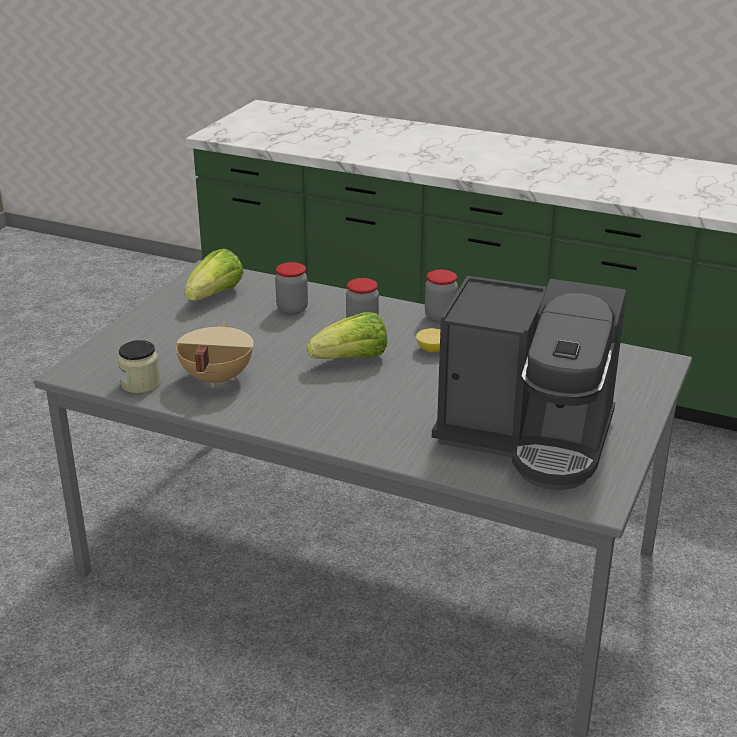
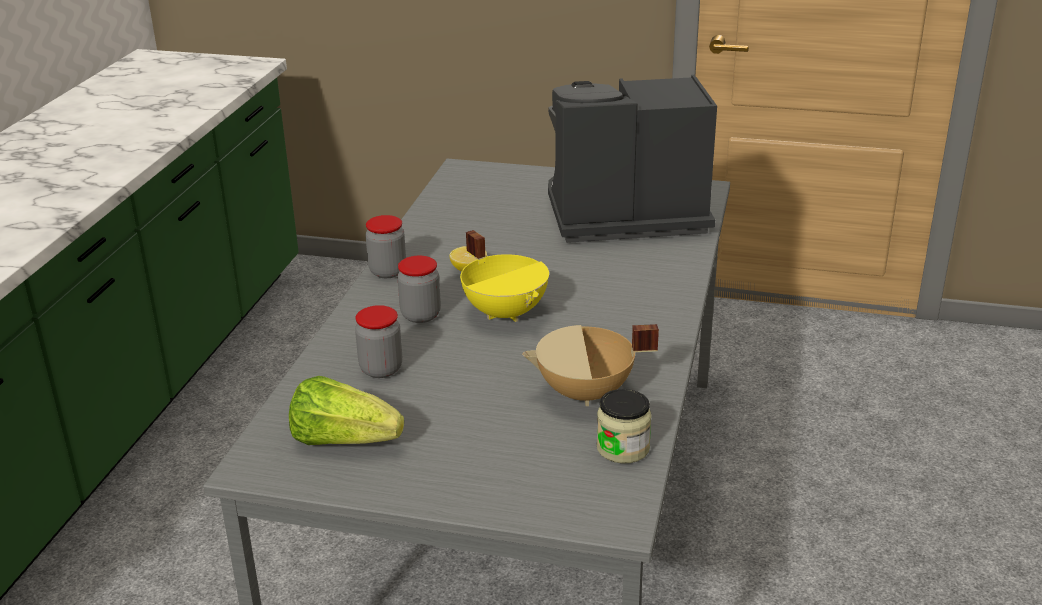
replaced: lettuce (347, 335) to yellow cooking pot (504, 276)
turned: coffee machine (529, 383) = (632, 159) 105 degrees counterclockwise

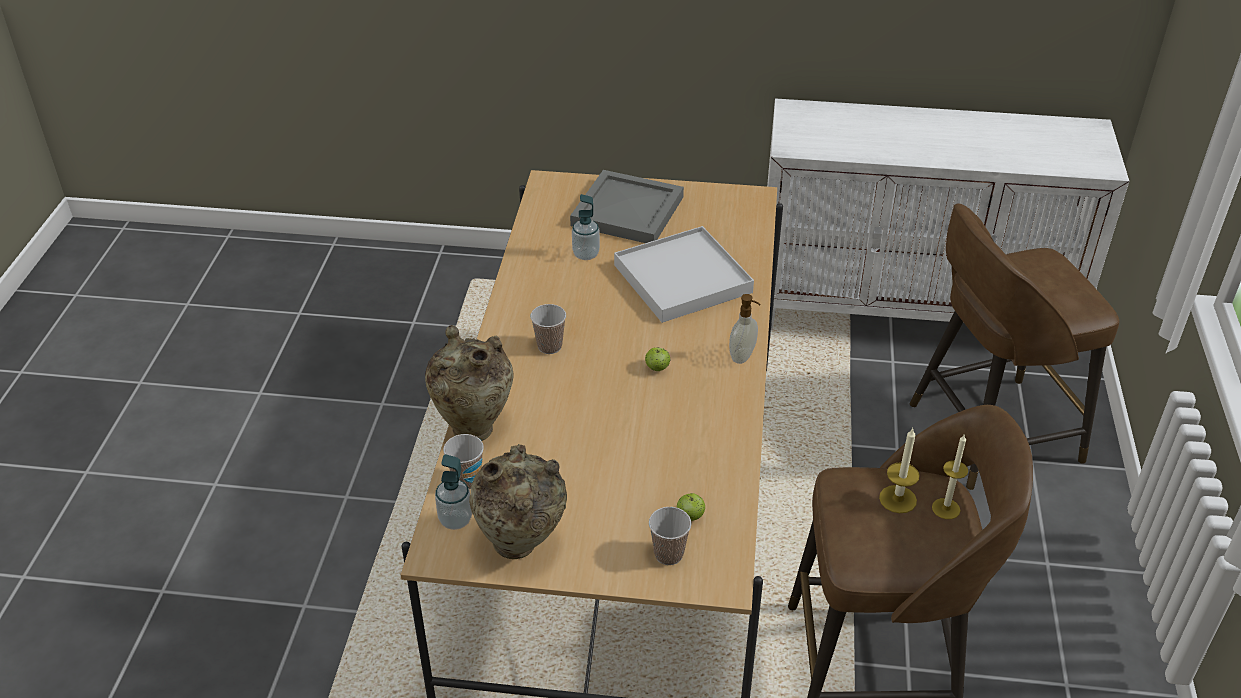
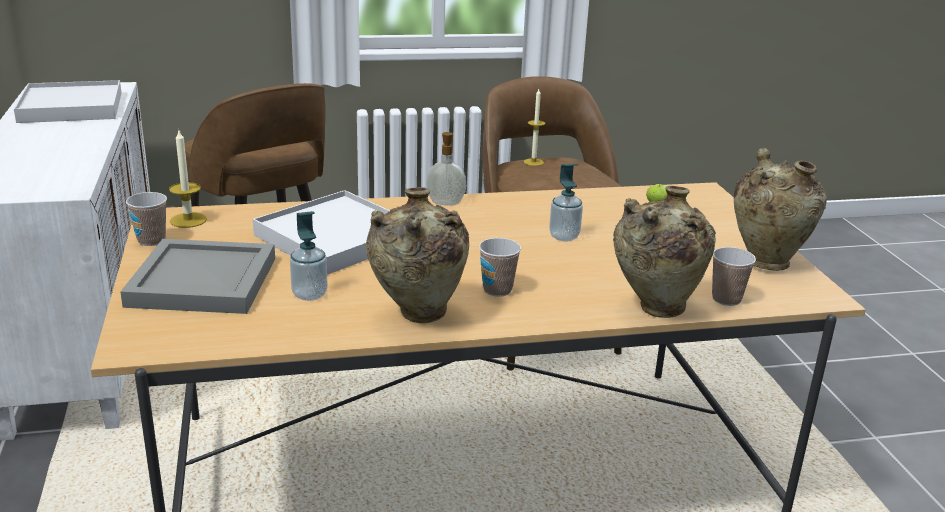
removed: apple (658, 359)
added: white tray (68, 101); beige vase (417, 255)
moved: candle (899, 470) to (188, 179); soap dispenser (453, 492) to (566, 202); cup (670, 536) to (146, 219)

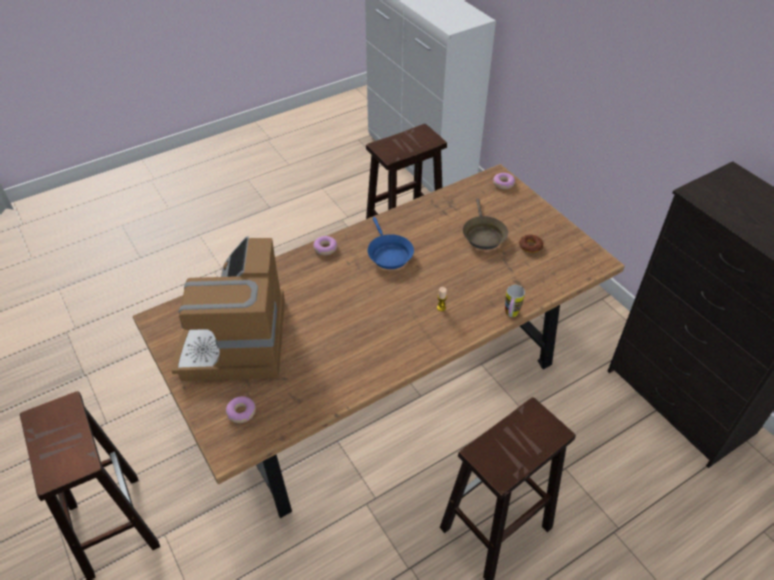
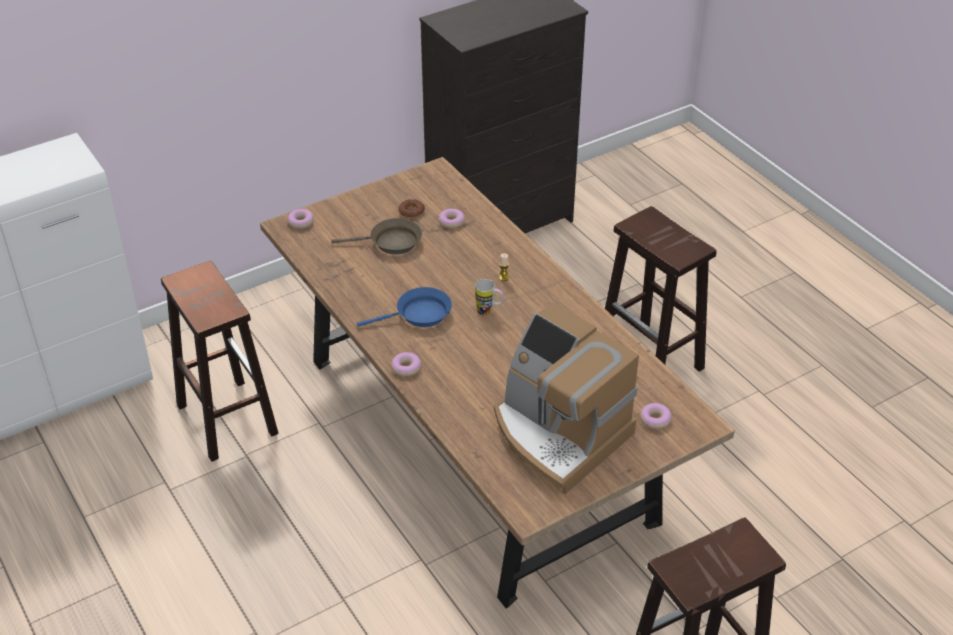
added: donut (452, 218)
moved: mug (515, 301) to (489, 297)
turned: coffee machine (228, 309) = (566, 398) 45 degrees clockwise

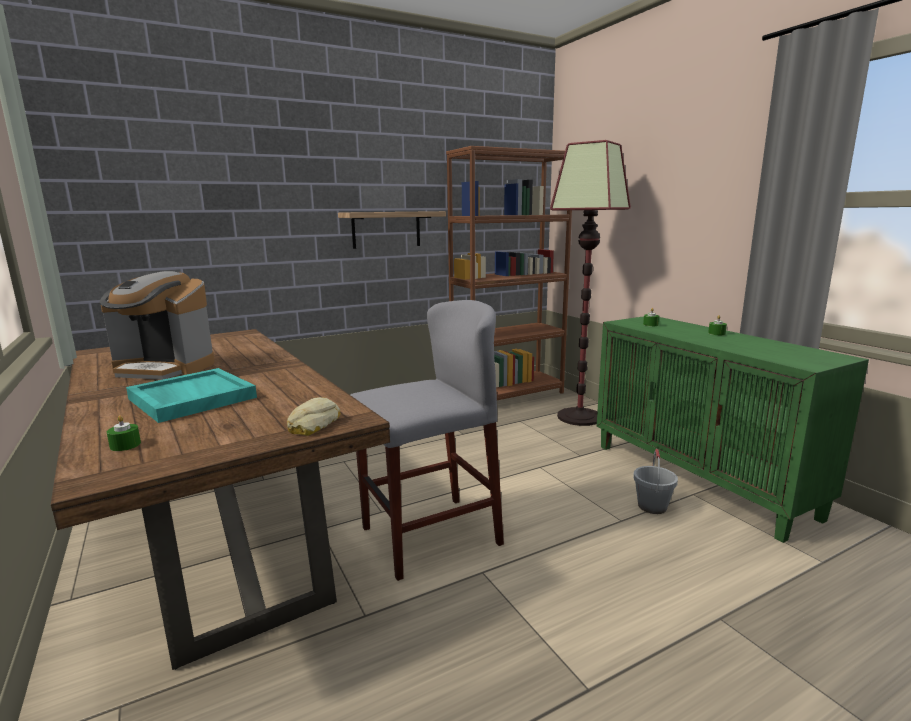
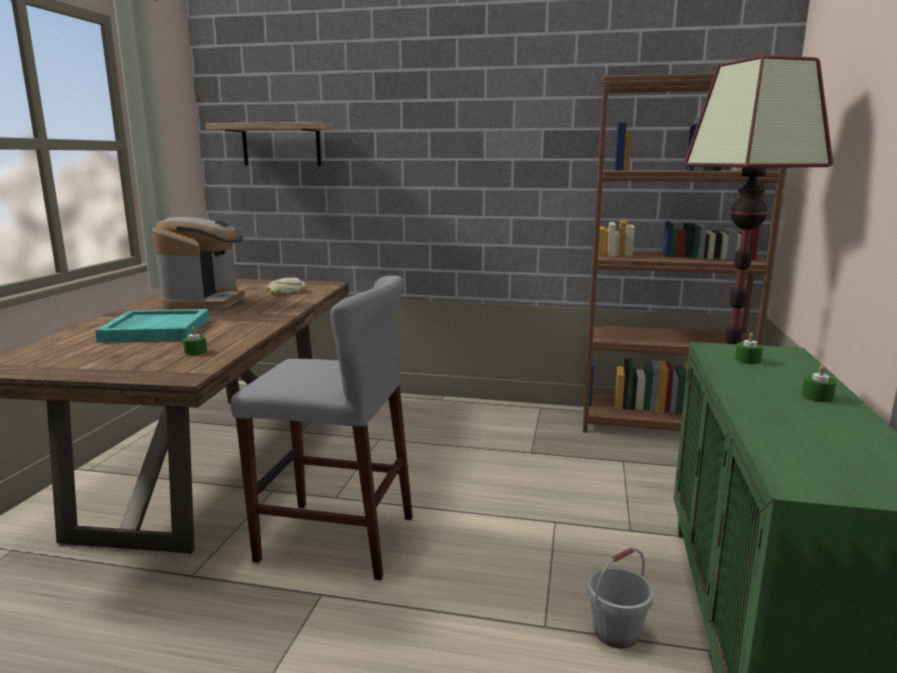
moved: shelf (392, 230) to (269, 144); bread (314, 416) to (286, 286); green candle (124, 433) to (195, 341)
turned: coffee machine (157, 325) = (198, 263) 135 degrees counterclockwise

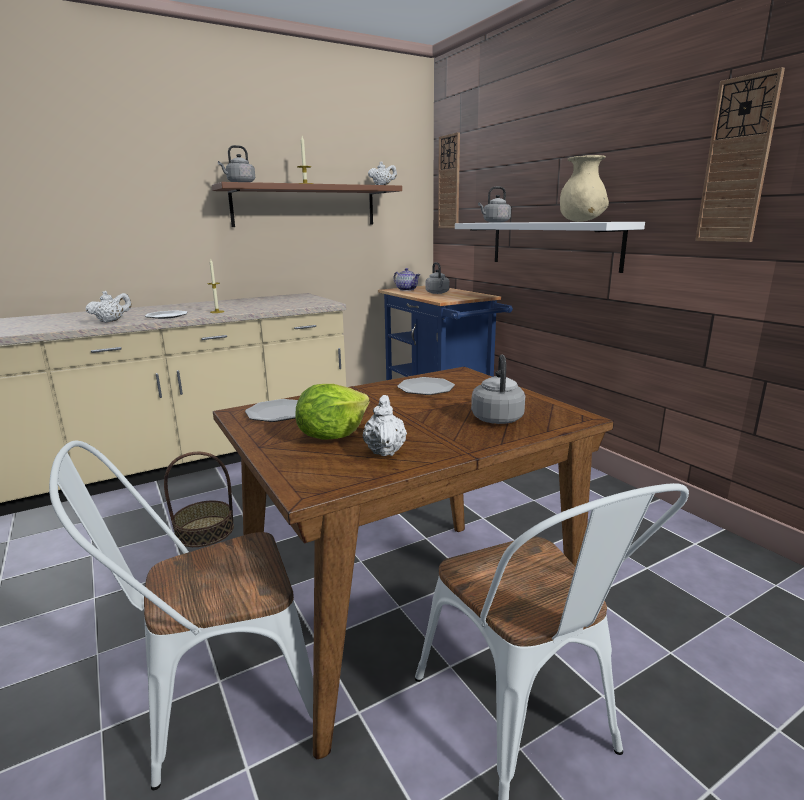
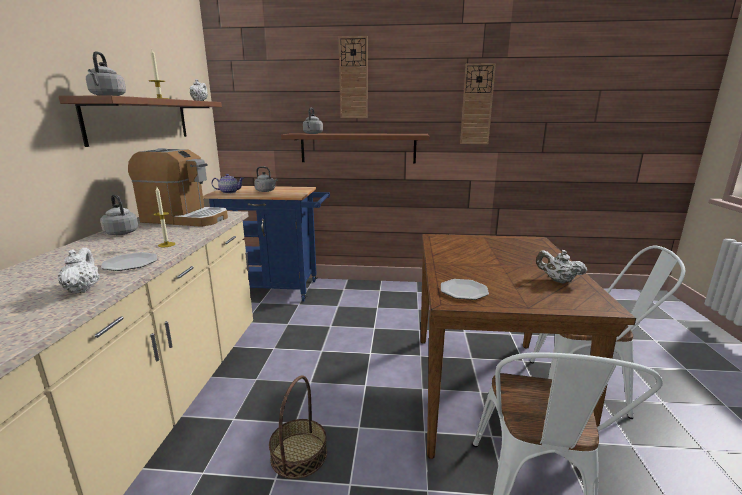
removed: beige vase (584, 188); plate (426, 386); lettuce (332, 412)
added: coffee machine (178, 187)
moved: wall clock (449, 180) to (353, 77); grey kettle (498, 389) to (119, 215)
recoloured: white shelf (550, 247) to brown shelf (355, 148)

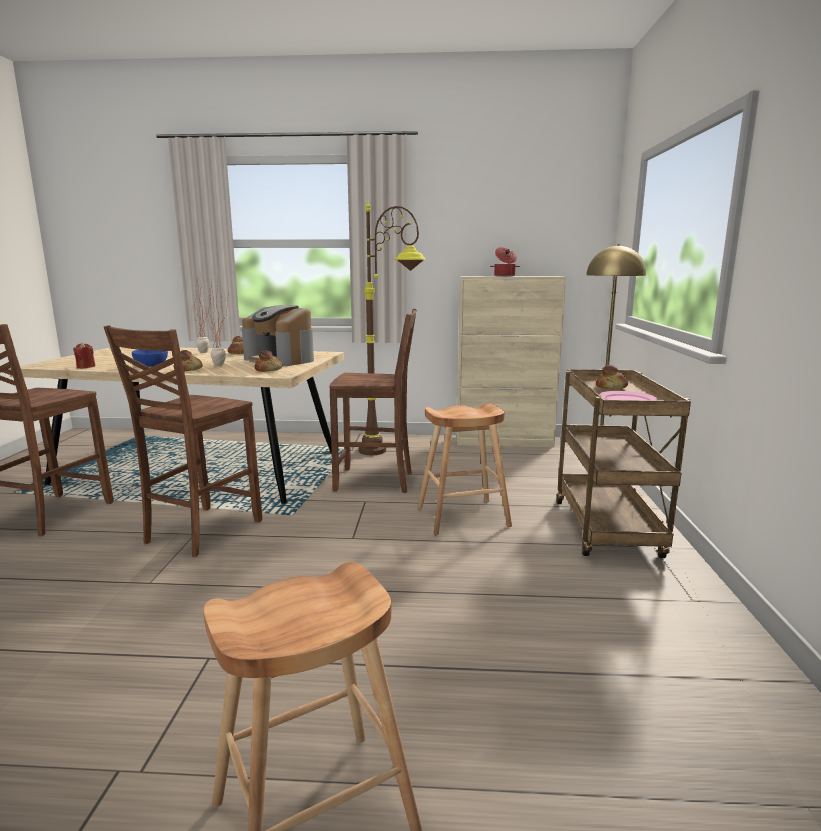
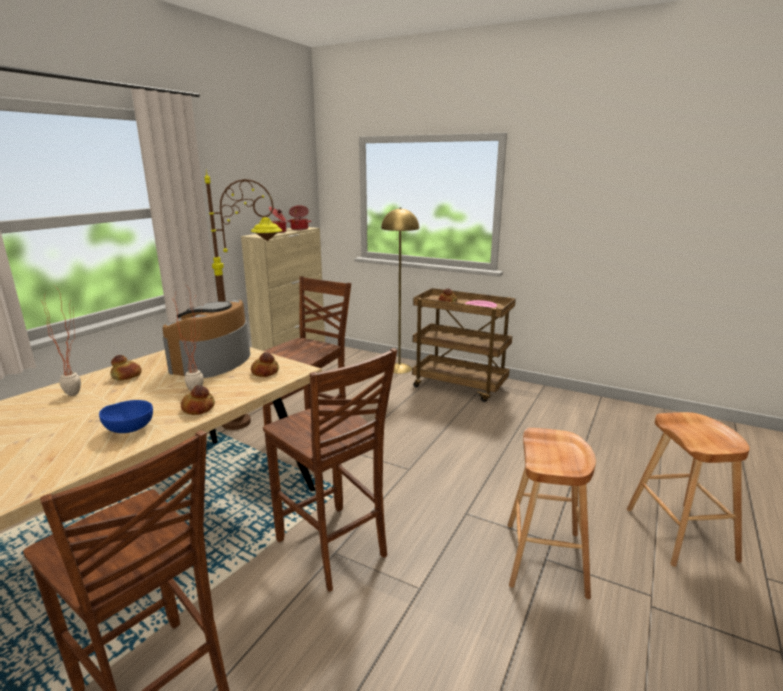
removed: red candle (84, 355)
added: cooking pot (299, 217)
moved: brown stool (465, 469) to (551, 513)
turned: coffee machine (278, 335) = (206, 338) 135 degrees clockwise

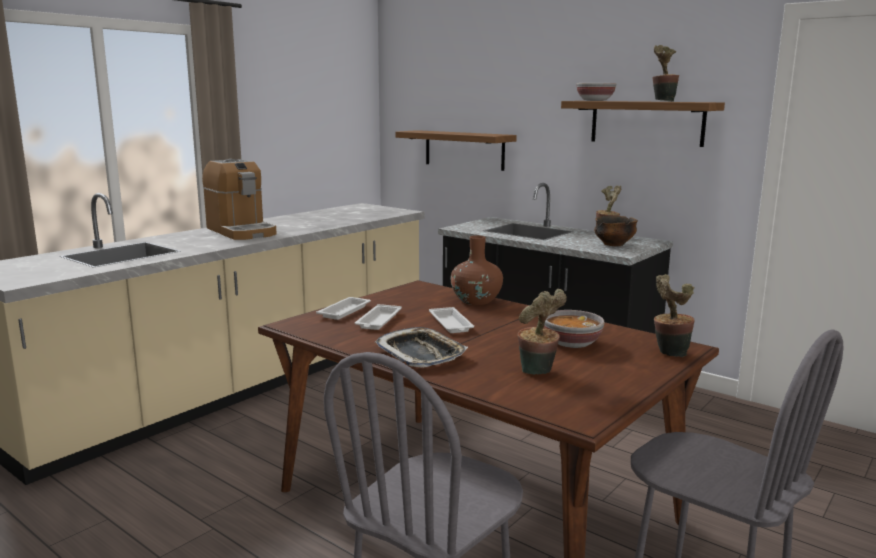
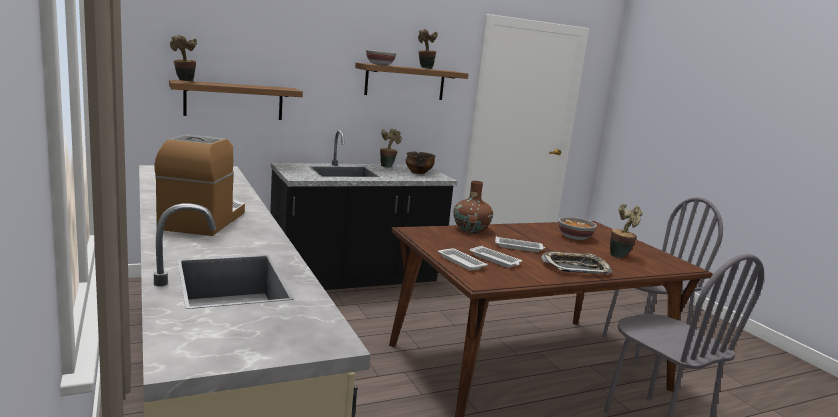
moved: potted plant (674, 315) to (183, 58)
turned: coffee machine (239, 199) = (199, 185) 75 degrees counterclockwise

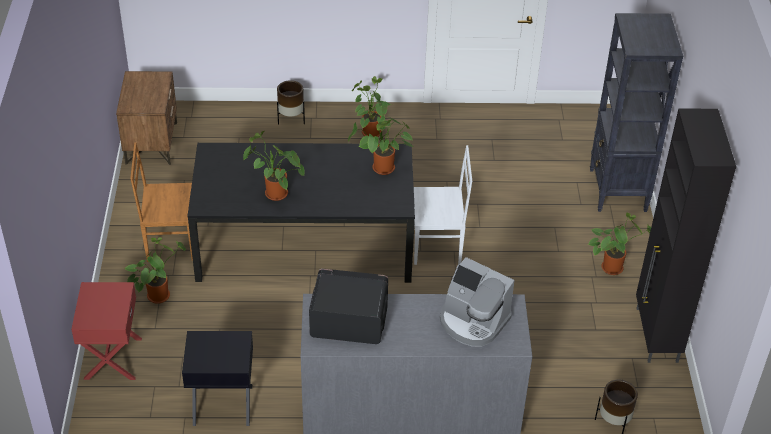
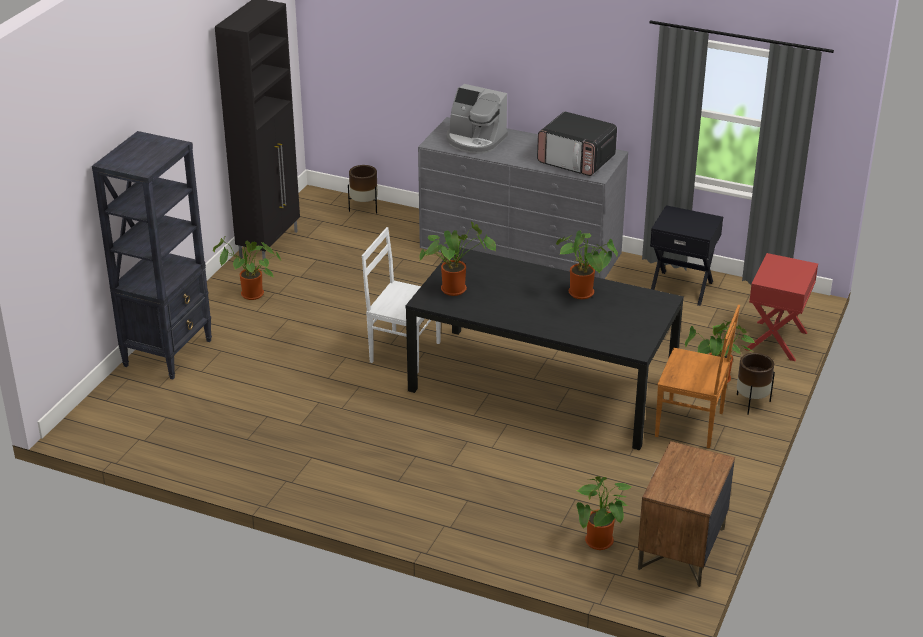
moved: potted plant (372, 106) to (604, 513); brown planter (291, 102) to (756, 384)
turned: coffee machine (477, 302) = (477, 119) 150 degrees clockwise

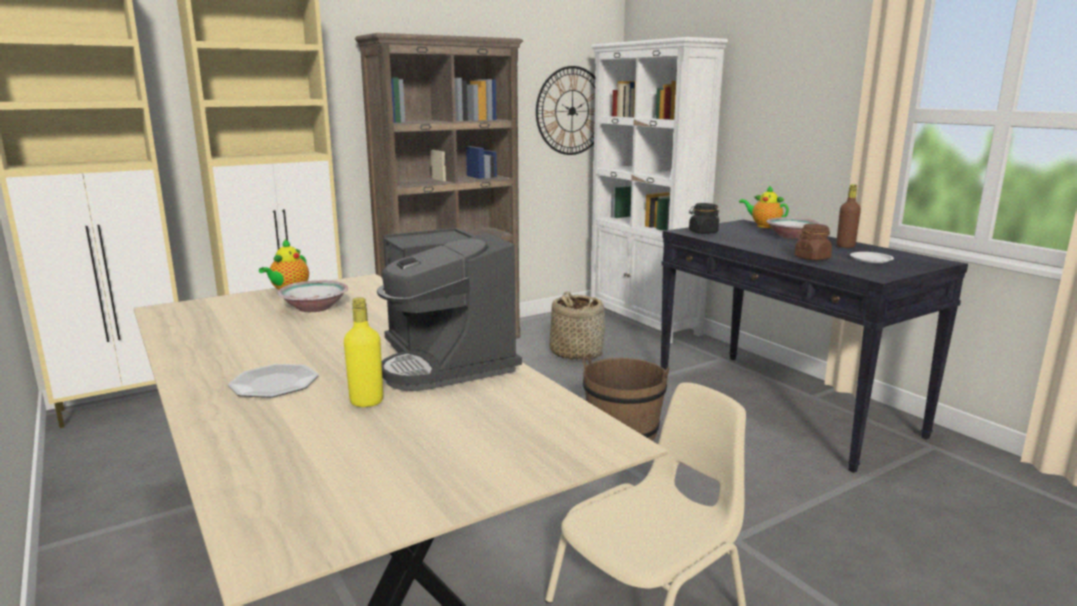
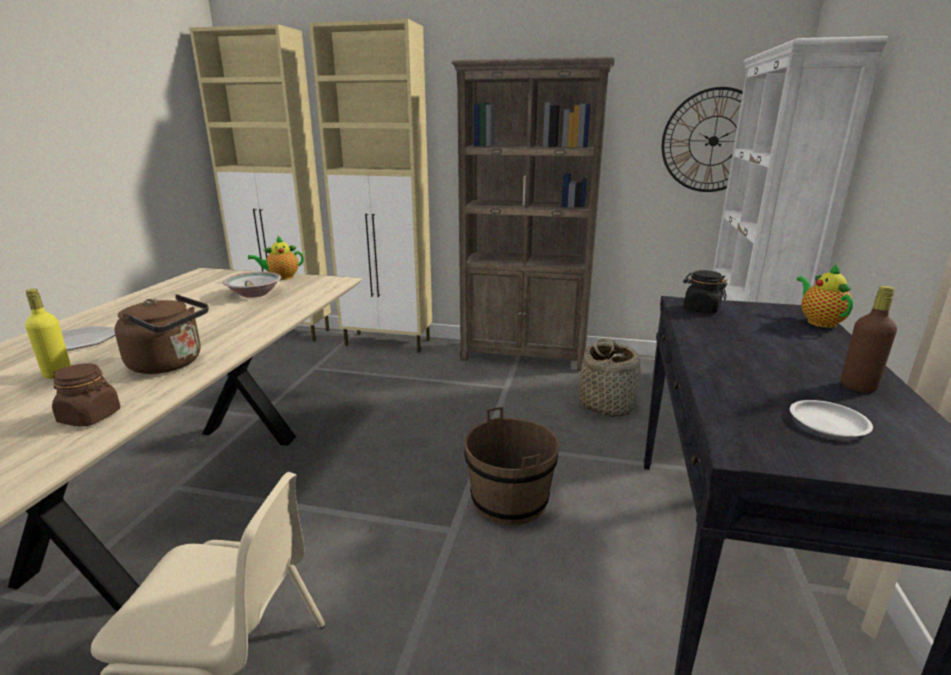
removed: bowl (793, 228)
moved: brown jar (813, 242) to (86, 395)
replaced: coffee machine (449, 309) to brown kettle (162, 334)

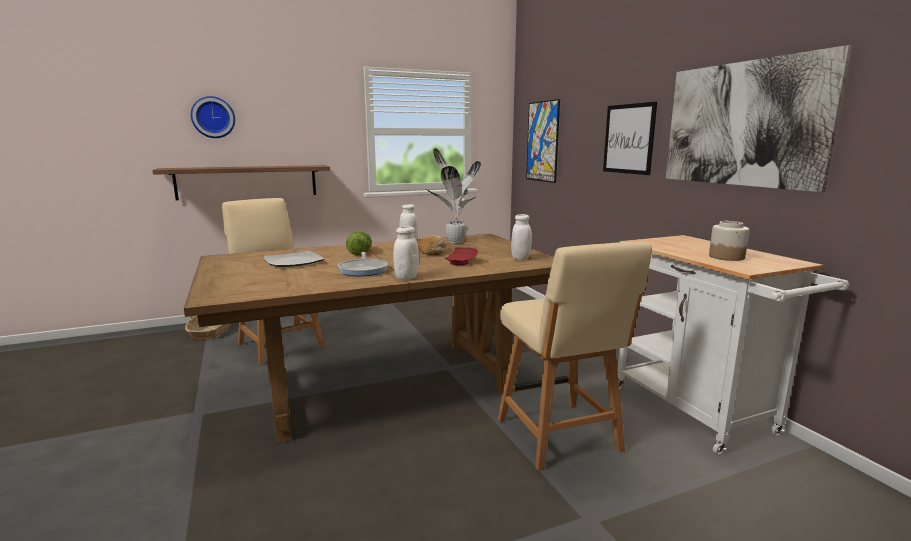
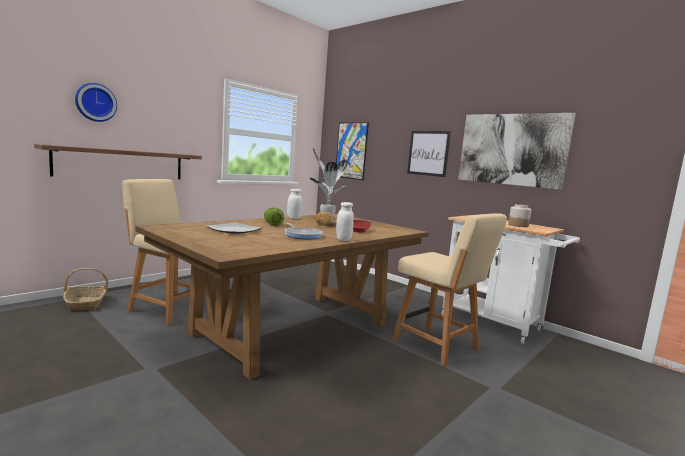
removed: white jar (521, 237)

